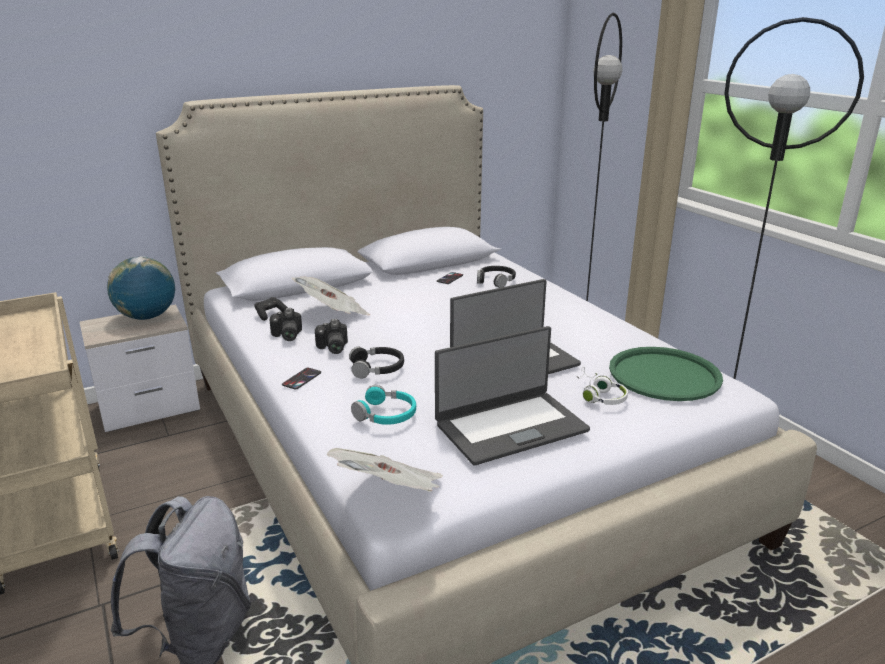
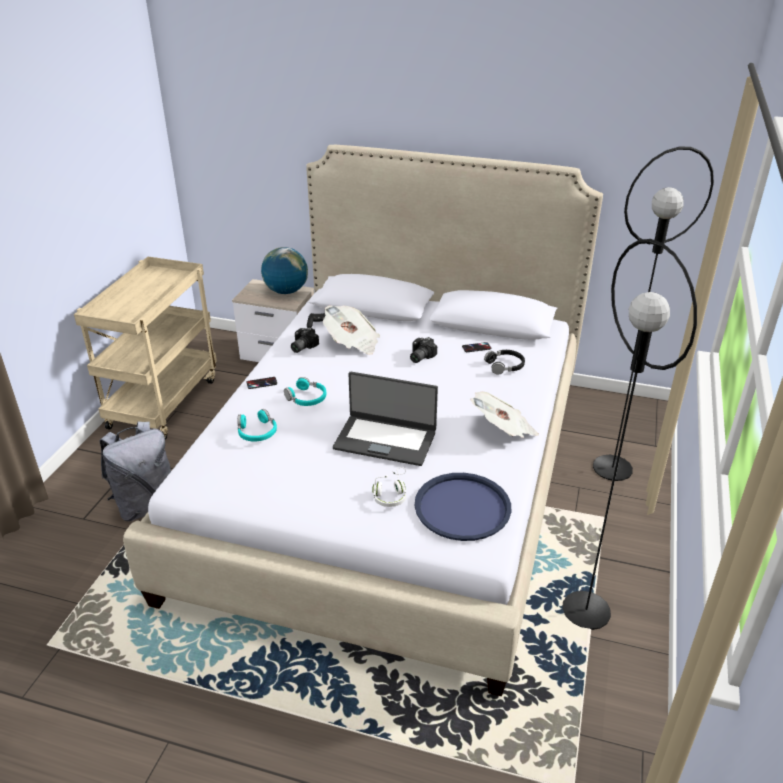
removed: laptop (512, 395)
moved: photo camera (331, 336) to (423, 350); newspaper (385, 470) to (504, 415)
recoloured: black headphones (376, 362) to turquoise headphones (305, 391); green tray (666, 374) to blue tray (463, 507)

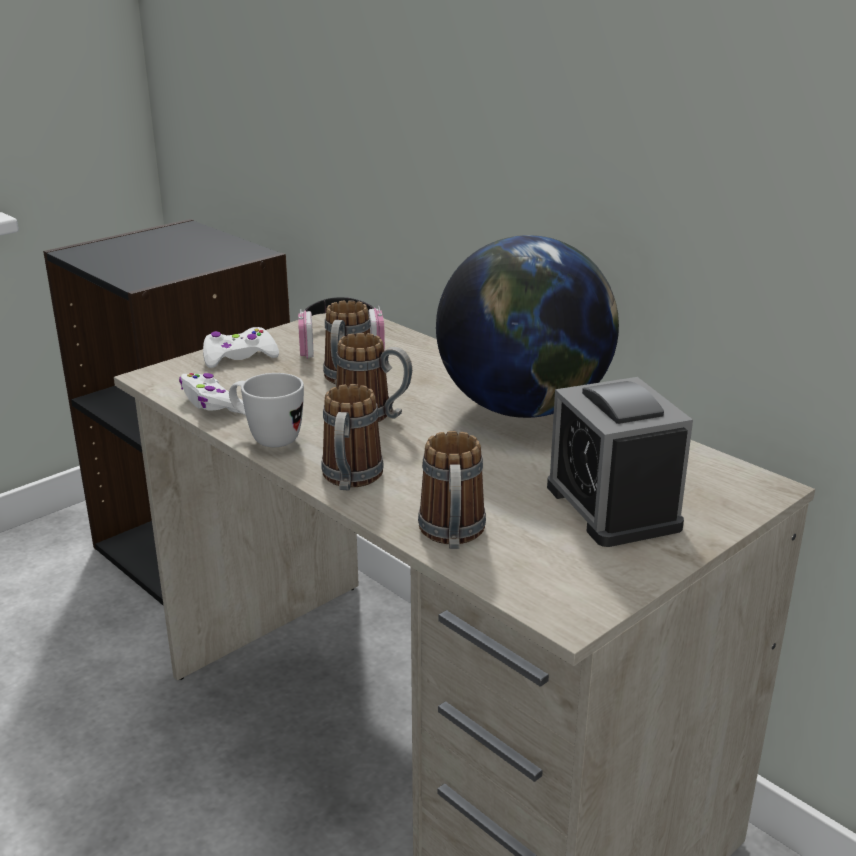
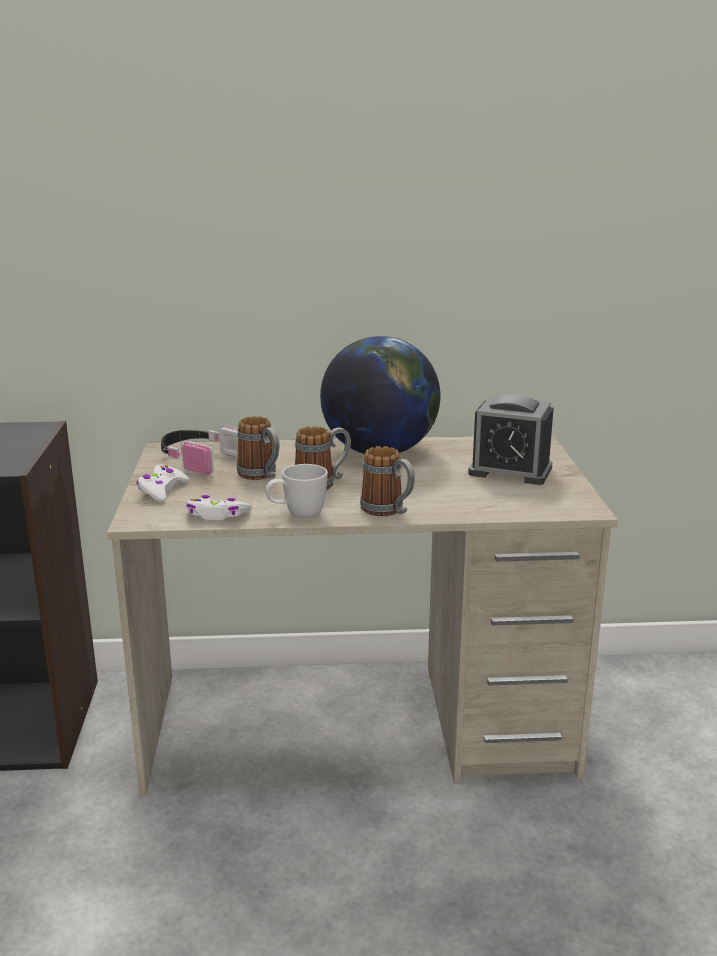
removed: mug (452, 490)

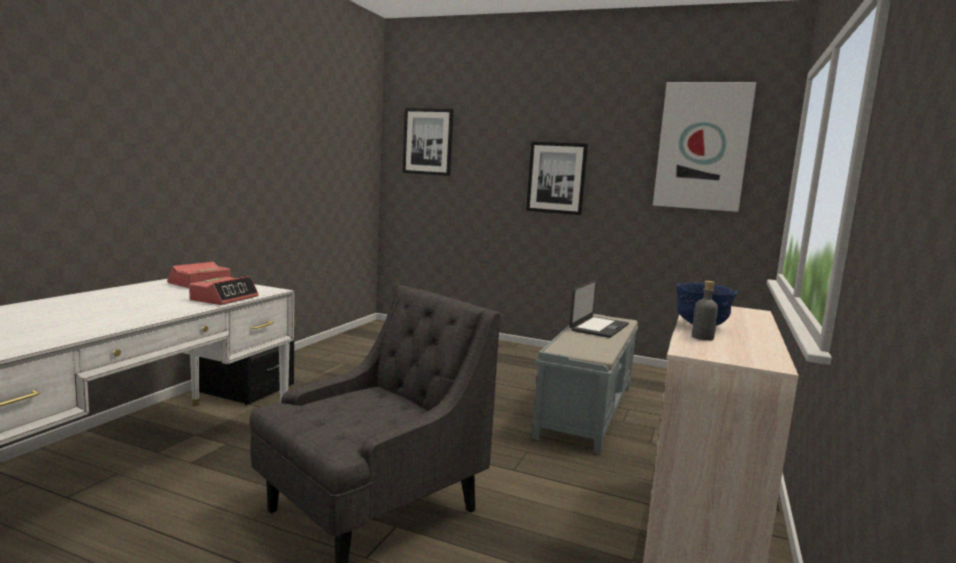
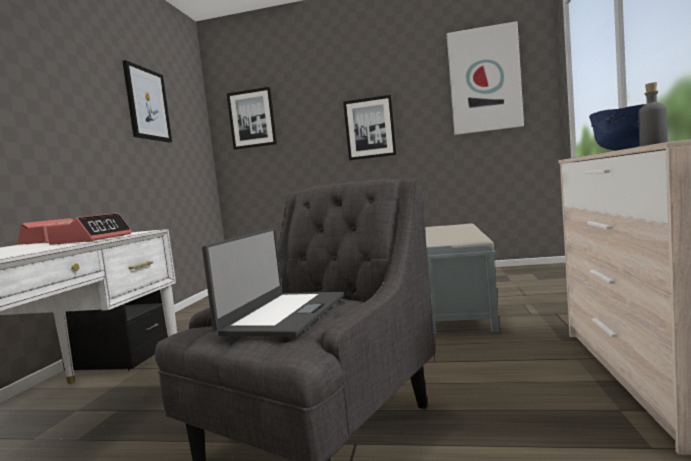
added: picture (147, 101)
moved: laptop (599, 309) to (273, 282)

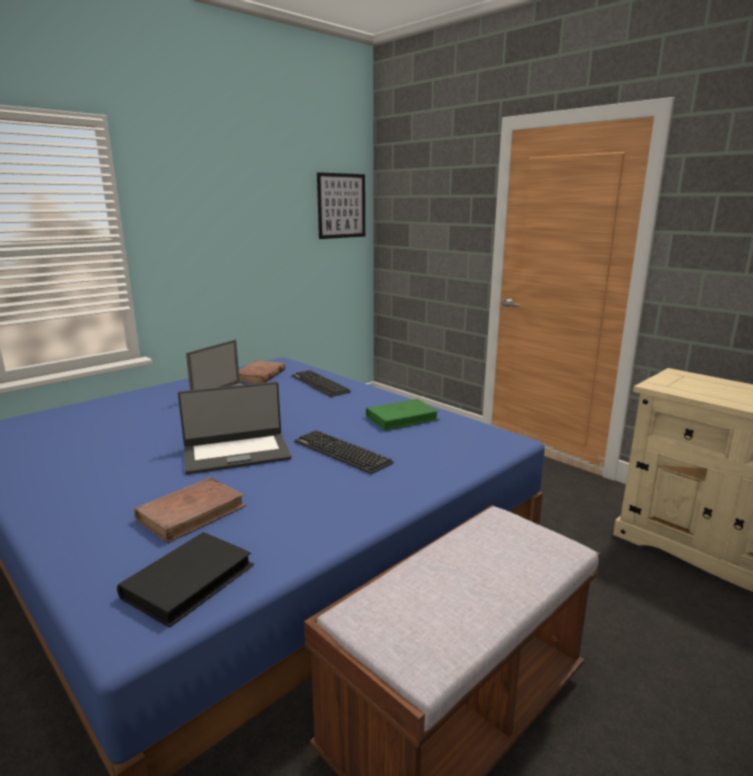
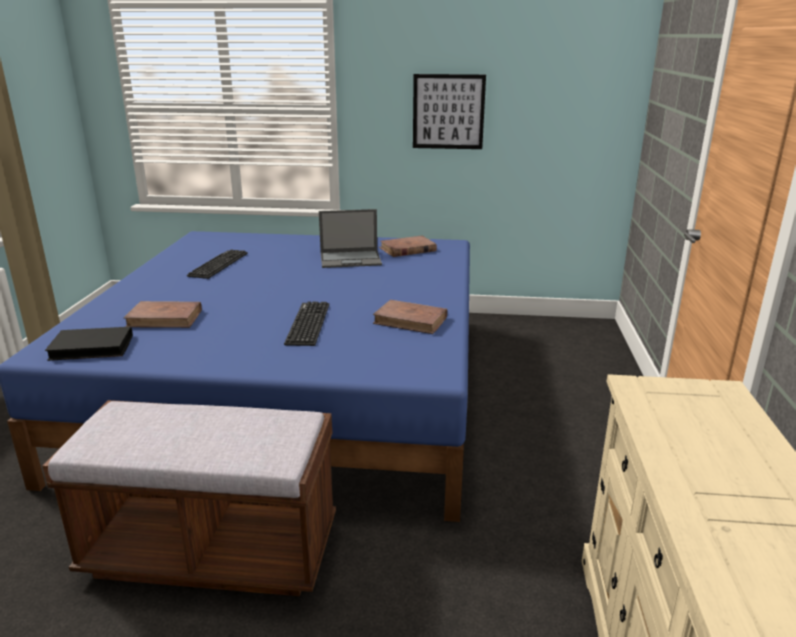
removed: laptop (234, 428)
moved: picture (341, 205) to (449, 111); keyboard (321, 383) to (217, 264)
recoloured: green book (403, 415) to brown book (410, 317)

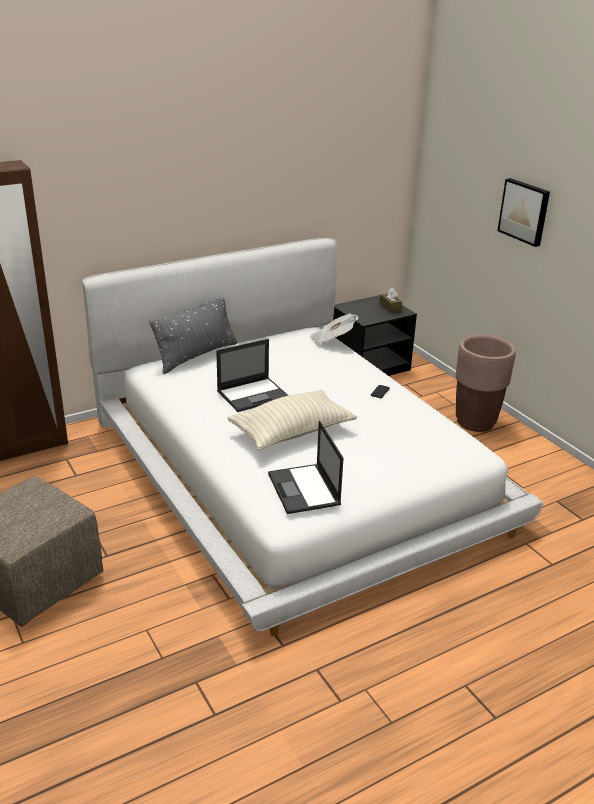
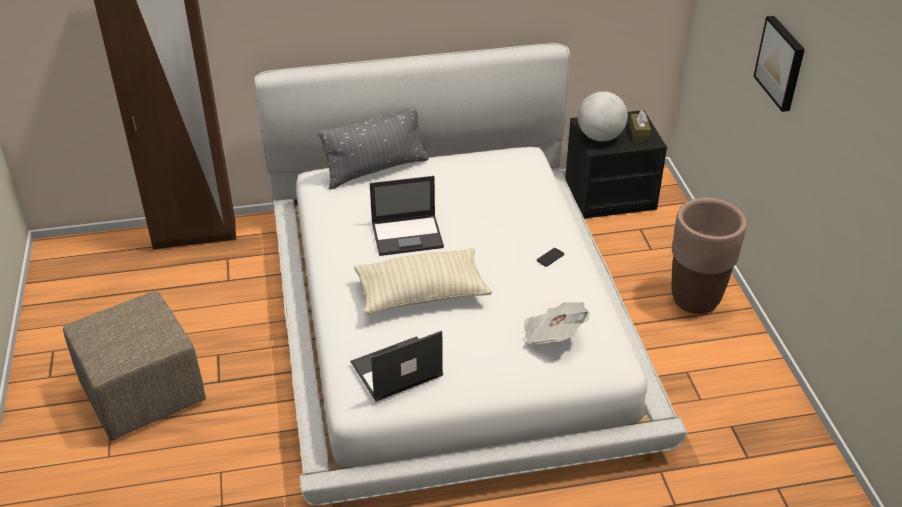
added: globe (603, 116)
moved: newspaper (334, 329) to (556, 323)
turned: laptop (306, 467) = (396, 366) 60 degrees clockwise

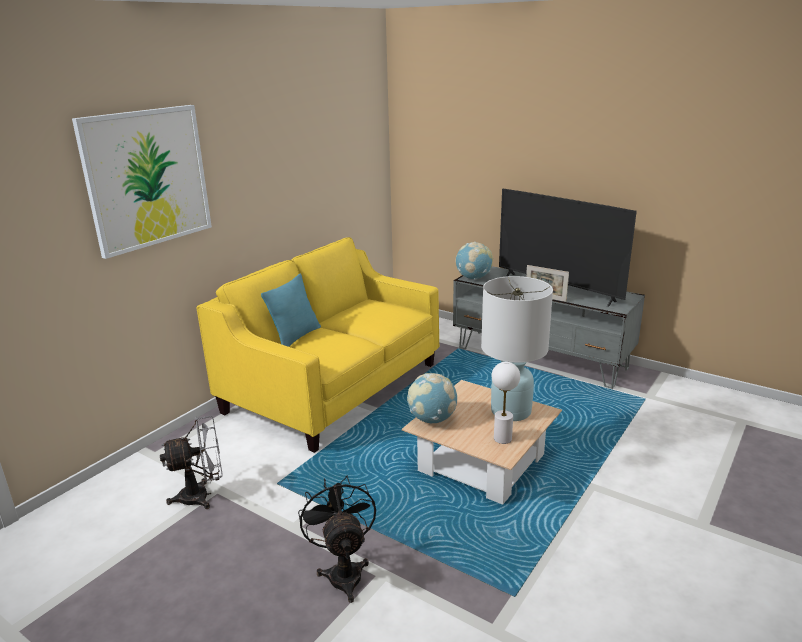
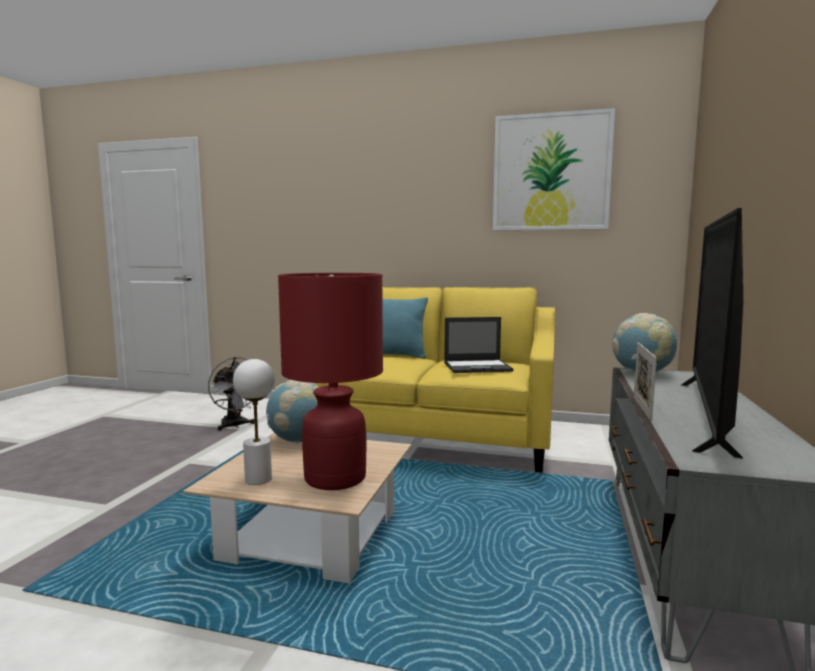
removed: black fan (337, 539)
added: laptop (479, 345)
moved: picture (142, 182) to (554, 169)
recoloured: white table lamp (517, 348) to red table lamp (330, 381)

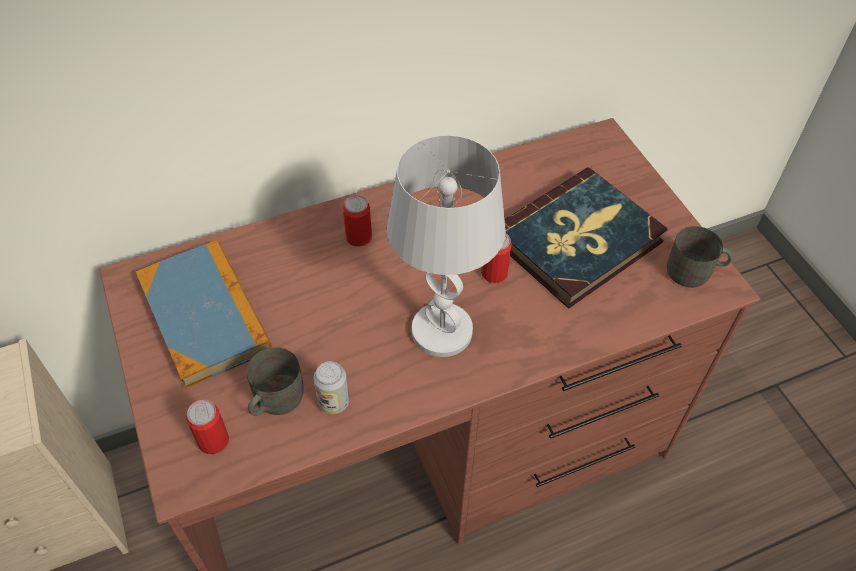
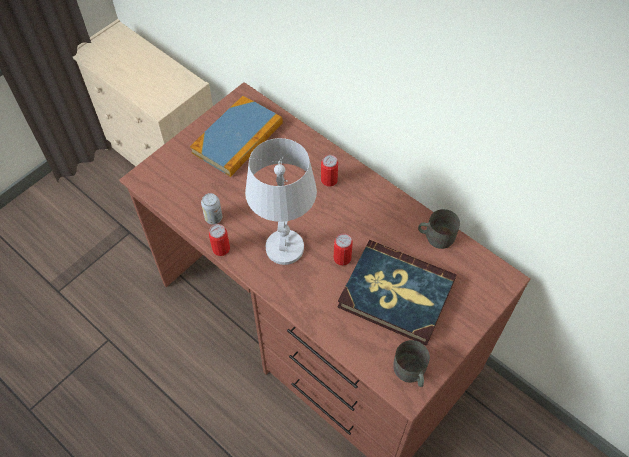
moved: grey mug (275, 381) to (439, 229); can (207, 427) to (219, 240)

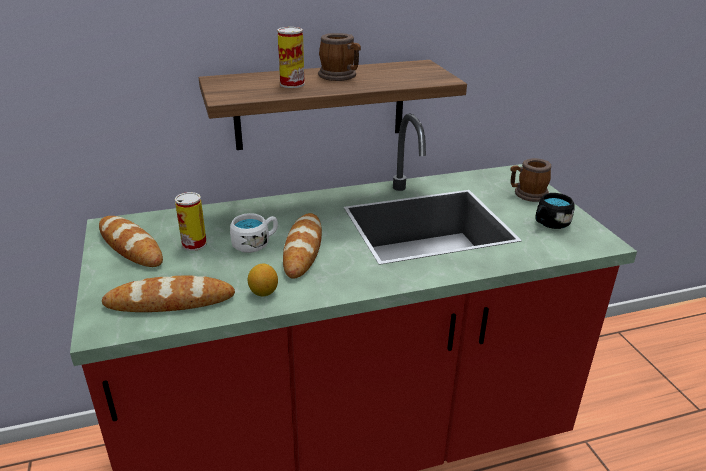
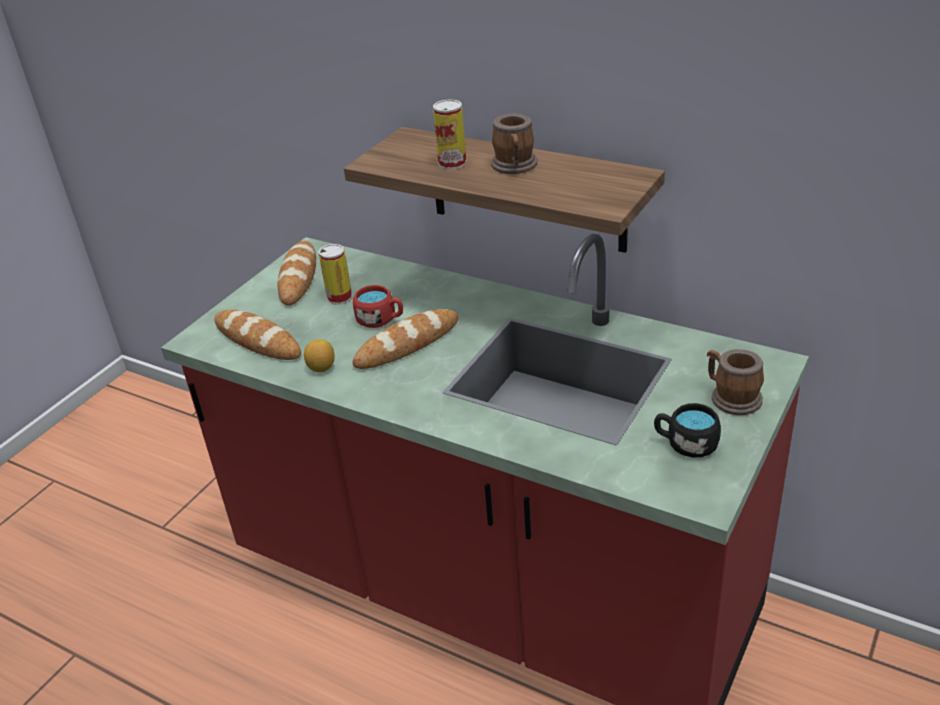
recoloured: white mug (254, 233) to red mug (378, 306)

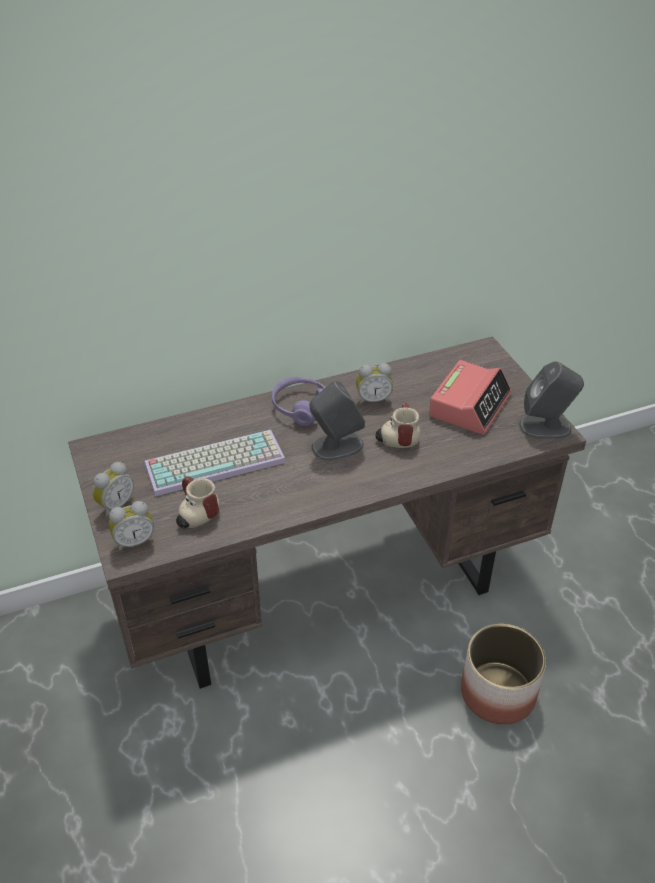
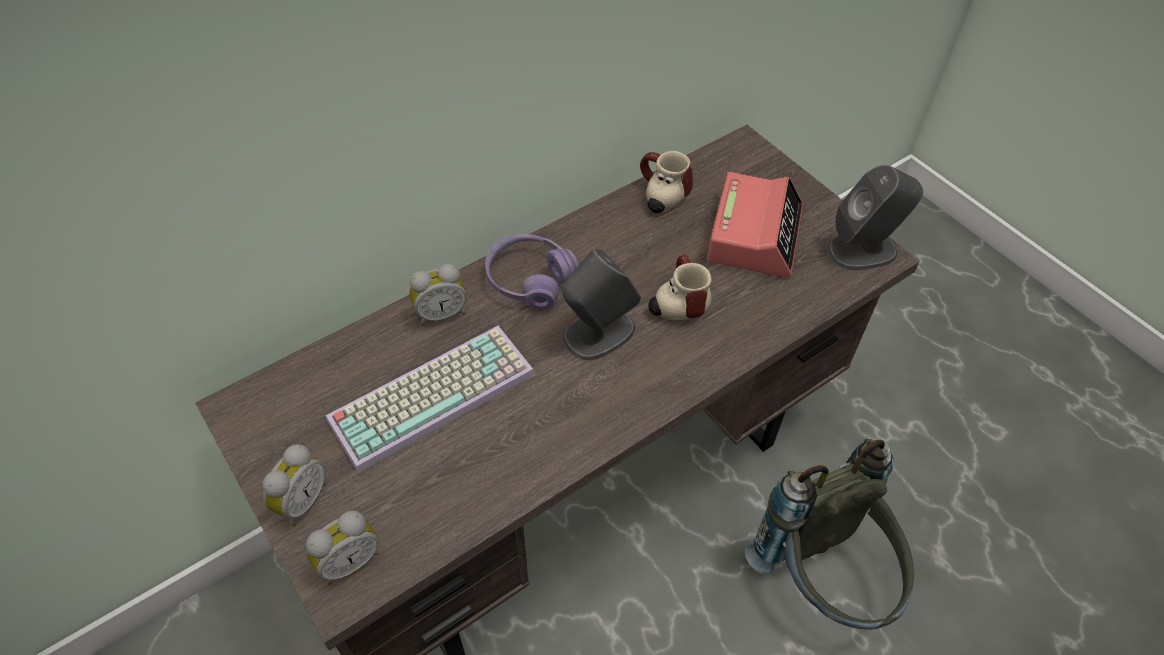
moved: alarm clock (374, 384) to (438, 295); mug (198, 502) to (666, 182)
replaced: planter (503, 674) to grey backpack (829, 534)

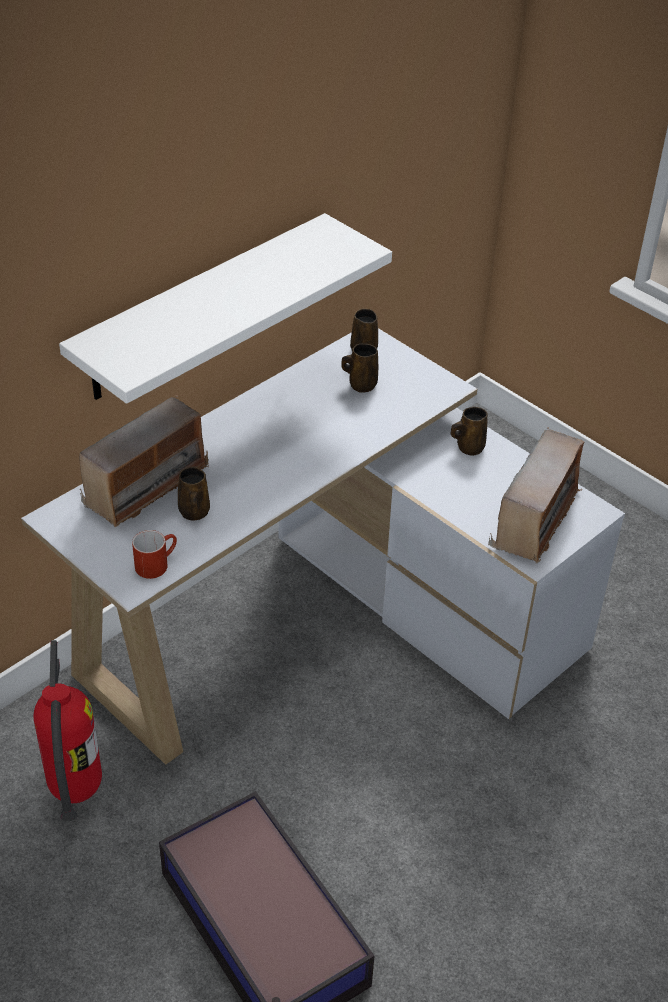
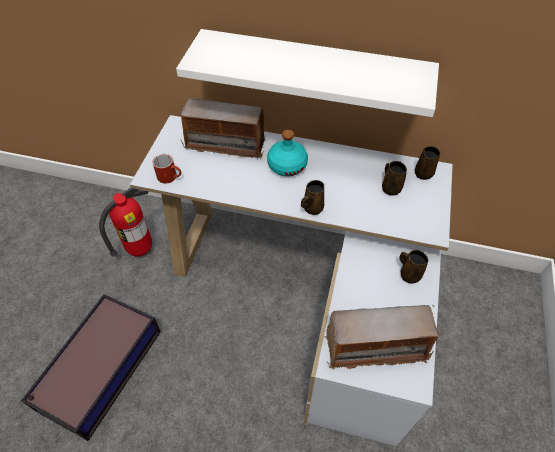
added: turquoise bottle (287, 153)
moved: brown mug (194, 493) to (312, 197)

